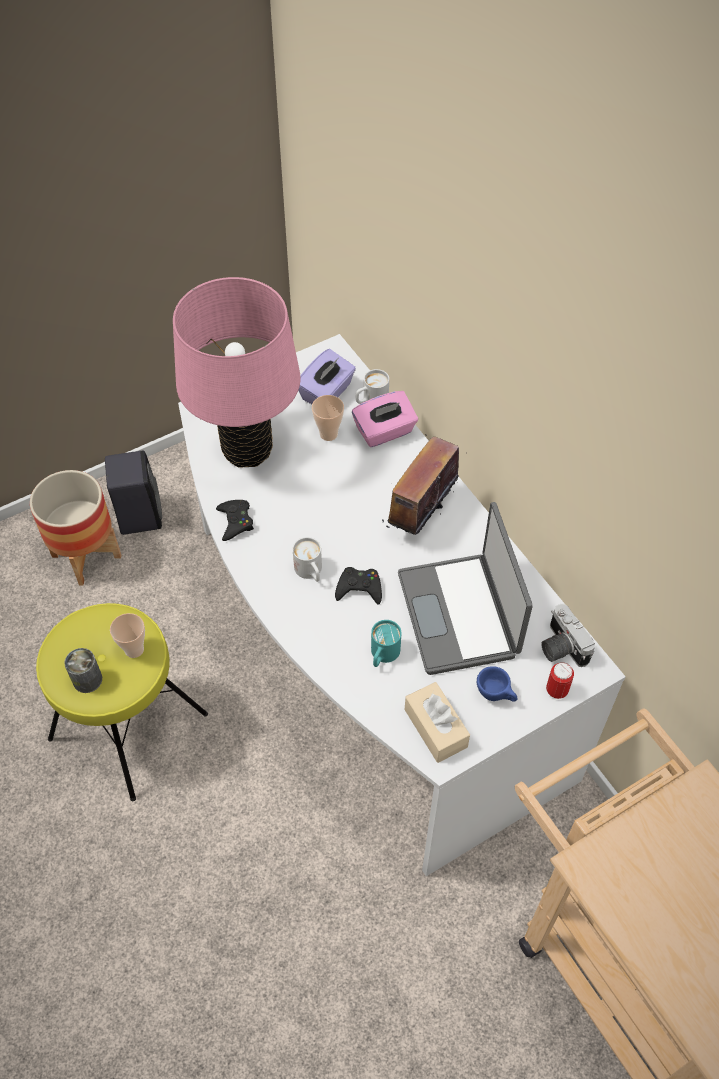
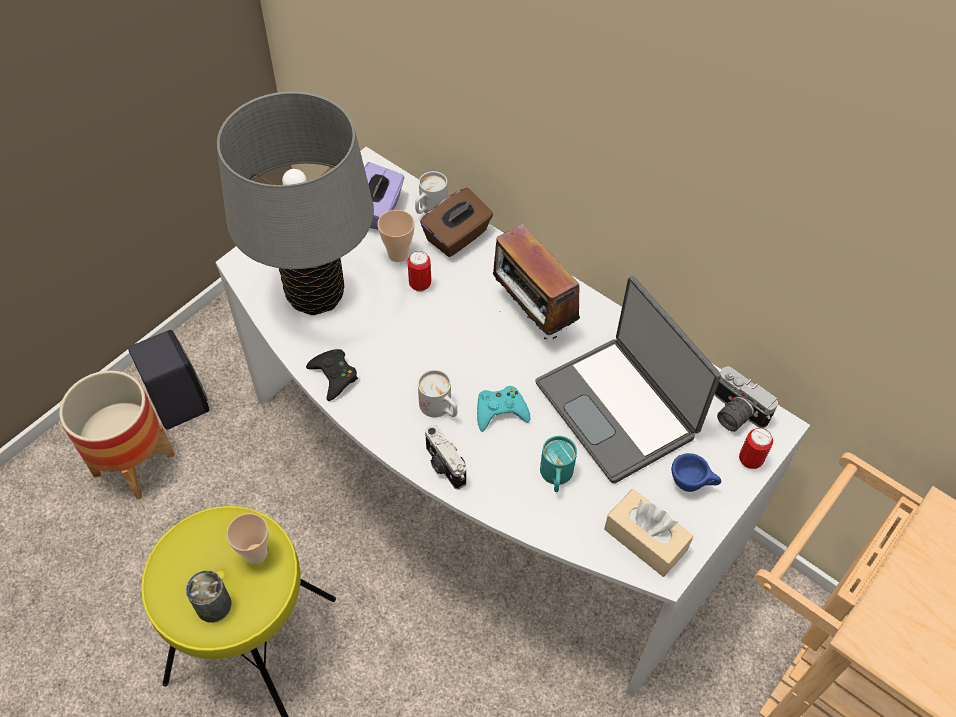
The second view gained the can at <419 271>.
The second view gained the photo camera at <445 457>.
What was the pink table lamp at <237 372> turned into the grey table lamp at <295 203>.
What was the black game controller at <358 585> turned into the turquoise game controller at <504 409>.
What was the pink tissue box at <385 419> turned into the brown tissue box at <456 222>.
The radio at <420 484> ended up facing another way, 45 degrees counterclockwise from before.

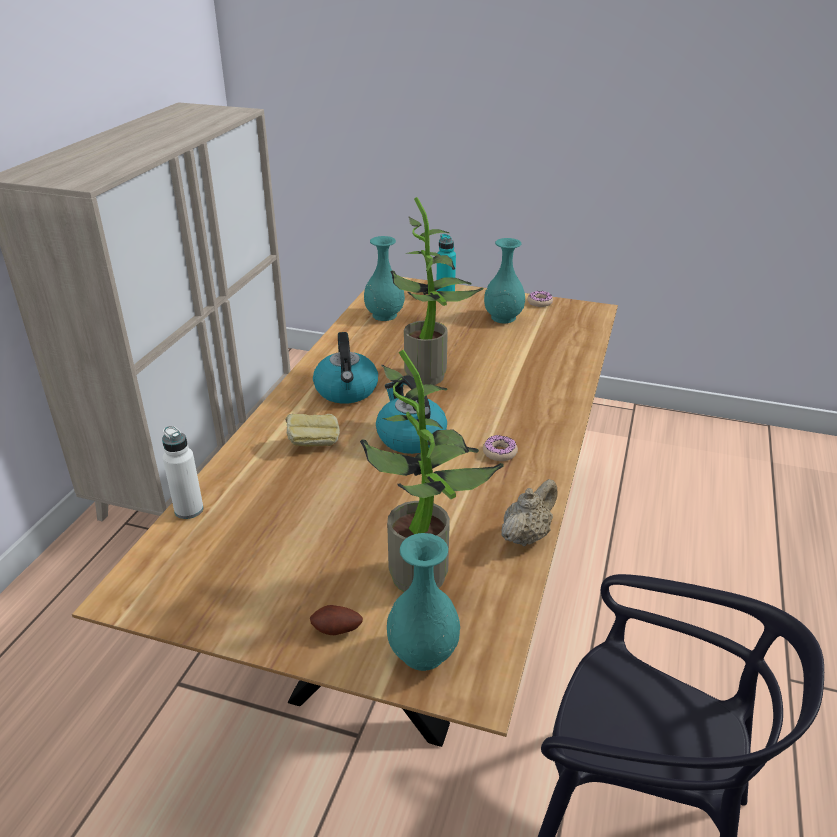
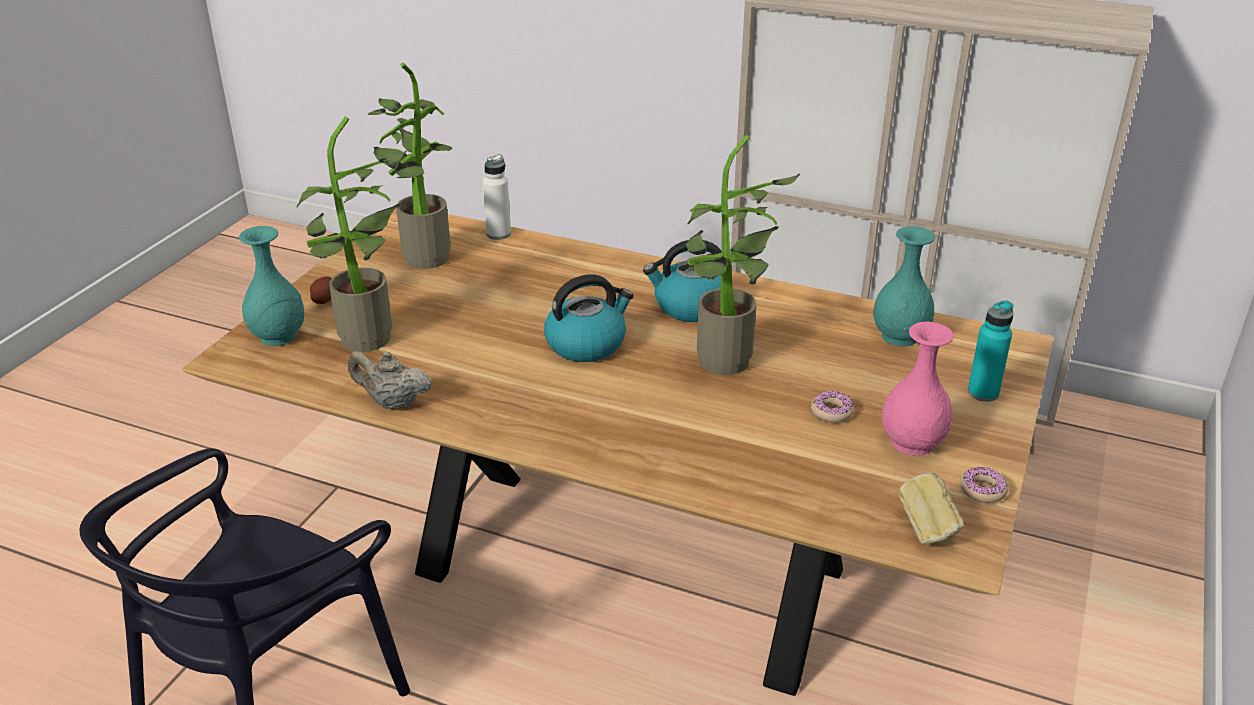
The second view gained the potted plant at <410 165>.
The bread ended up elsewhere, having gone from <312 430> to <931 508>.
The donut ended up elsewhere, having gone from <500 448> to <832 406>.
What was the turquoise vase at <504 280> turned into the pink vase at <918 389>.
The beige teapot at <529 512> ended up facing another way, 150 degrees clockwise from before.

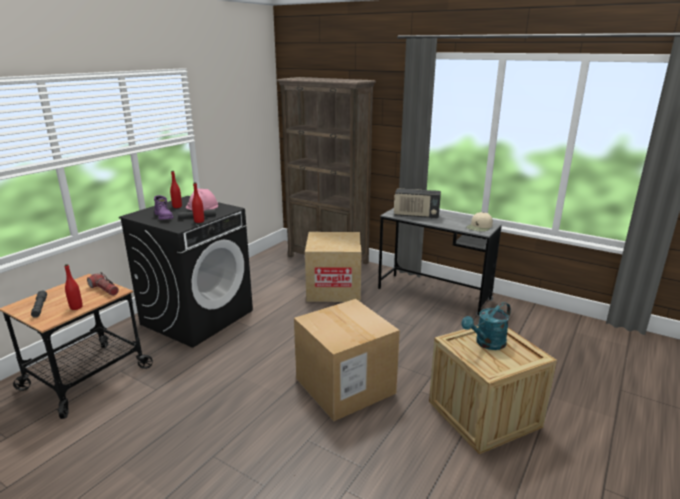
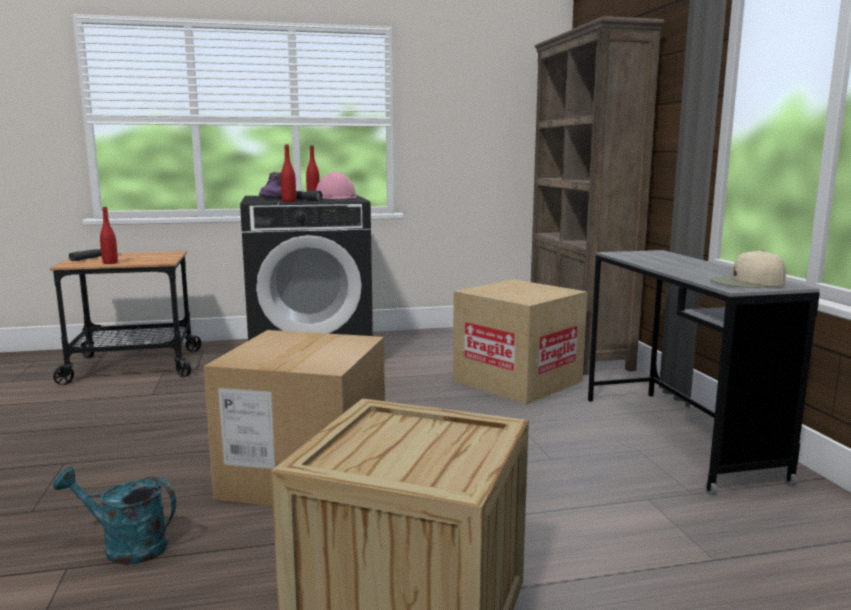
The second view lost the flashlight at <103 284>.
The second view lost the radio at <417 203>.
The turquoise watering can ended up elsewhere, having gone from <486 326> to <114 516>.

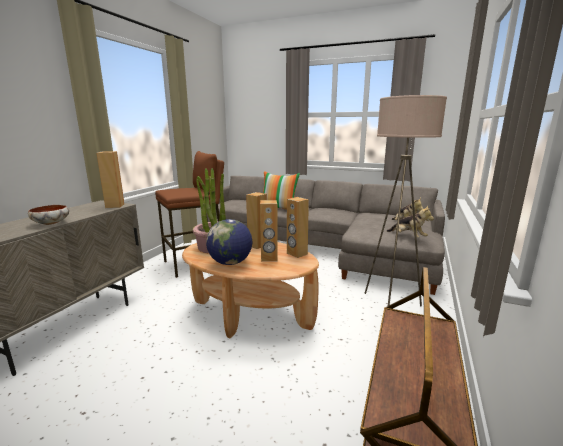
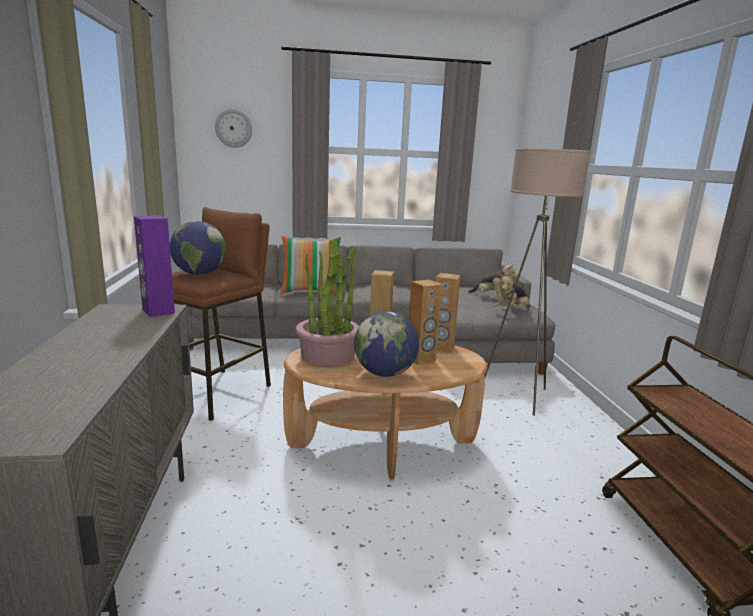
The second view lost the bowl at <48 215>.
The second view gained the globe at <198 248>.
The second view gained the wall clock at <233 128>.
What was the brown speaker at <110 179> turned into the purple speaker at <154 266>.
The plush toy at <410 221> ended up facing another way, 120 degrees clockwise from before.

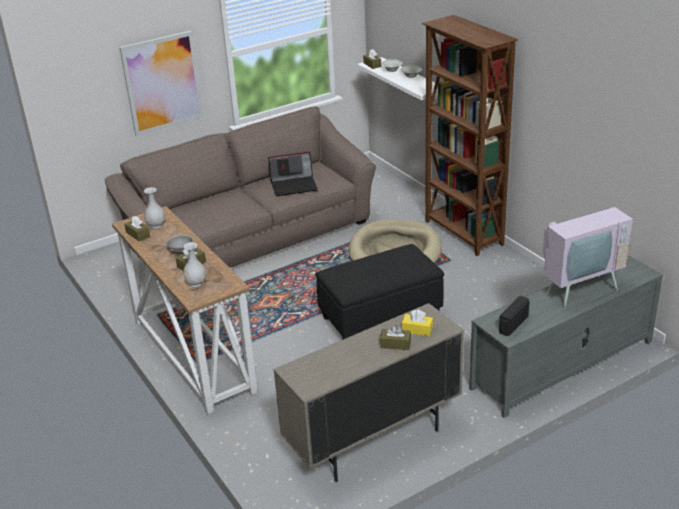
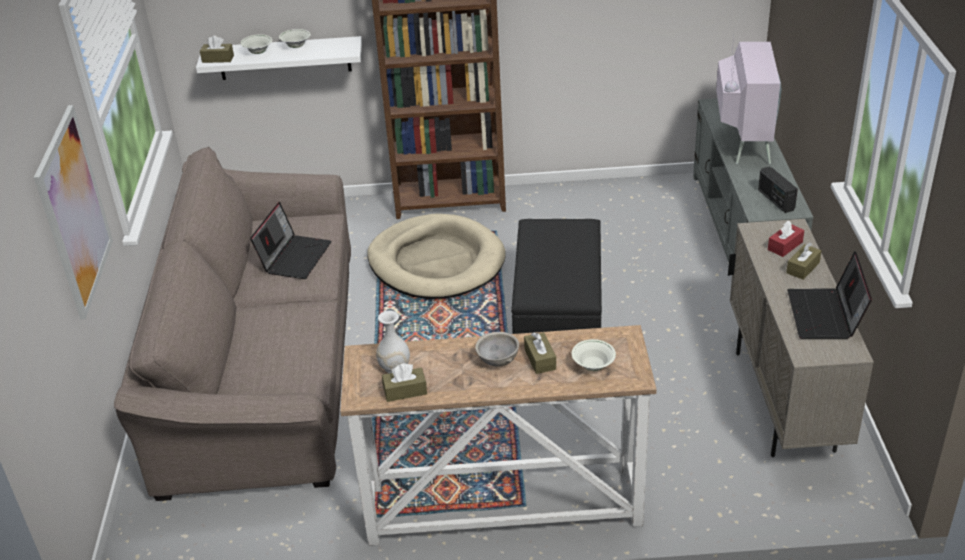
The second view gained the laptop at <829 295>.
Where the white vase stood at <194 264>, the white bowl came to stand at <594 355>.
What was the yellow tissue box at <417 322> turned into the red tissue box at <786 239>.

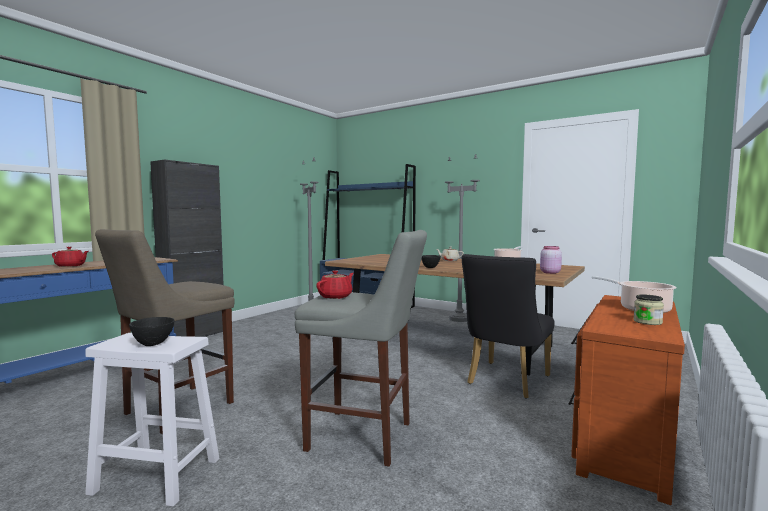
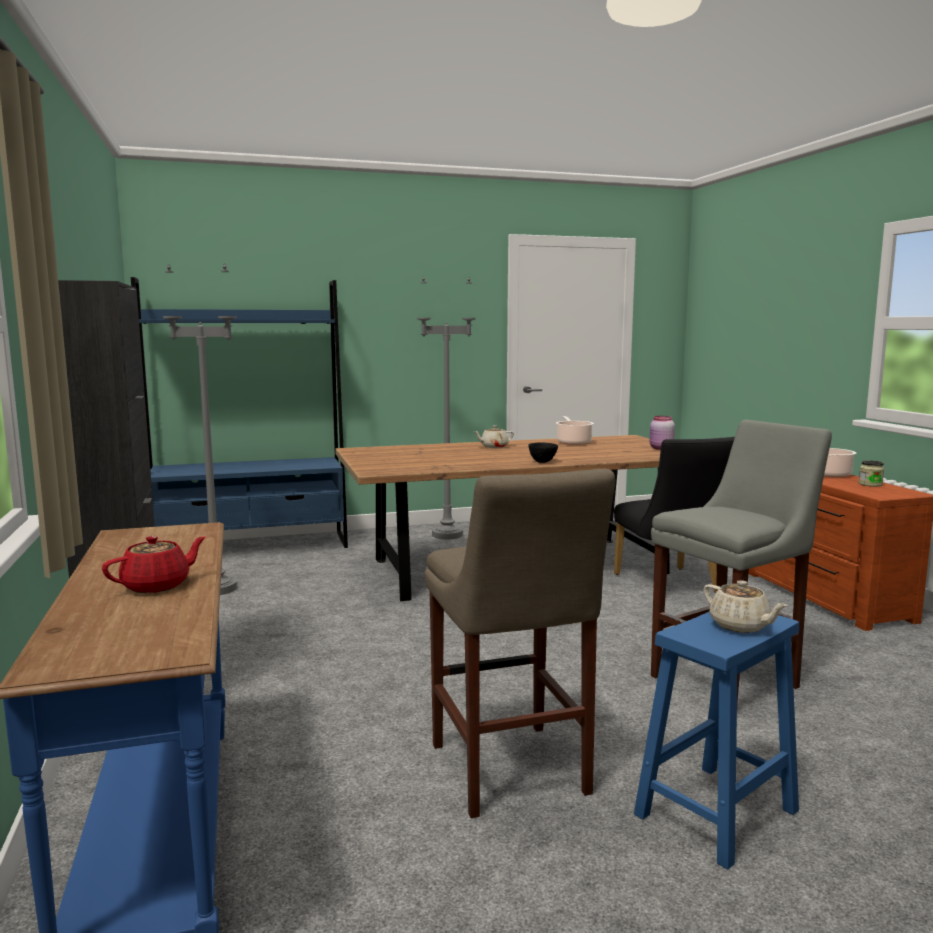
The second view lost the red teapot at <335 284>.
Where the black bowl stood at <151 331>, the beige teapot came to stand at <745 606>.
What was the white stool at <152 420> turned into the blue stool at <716 741>.

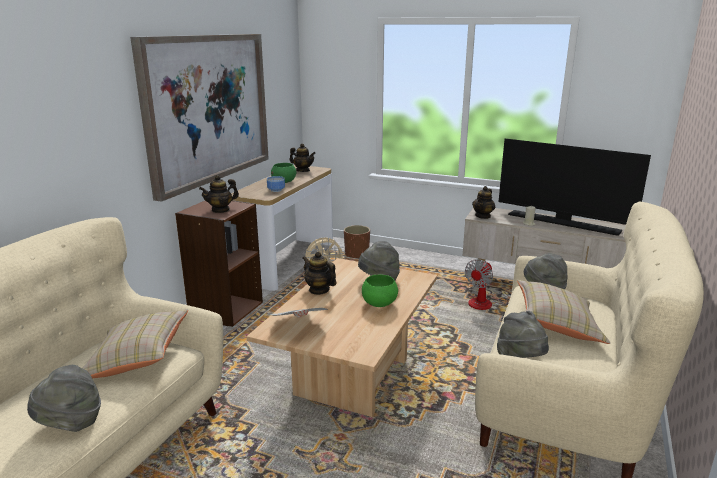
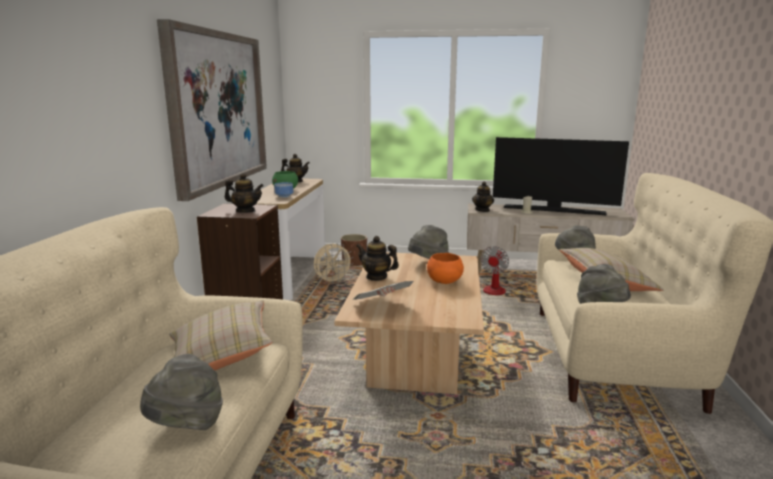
What was the green bowl at <380 291> turned into the orange bowl at <445 268>.
The teapot at <219 194> ended up facing another way, 120 degrees counterclockwise from before.

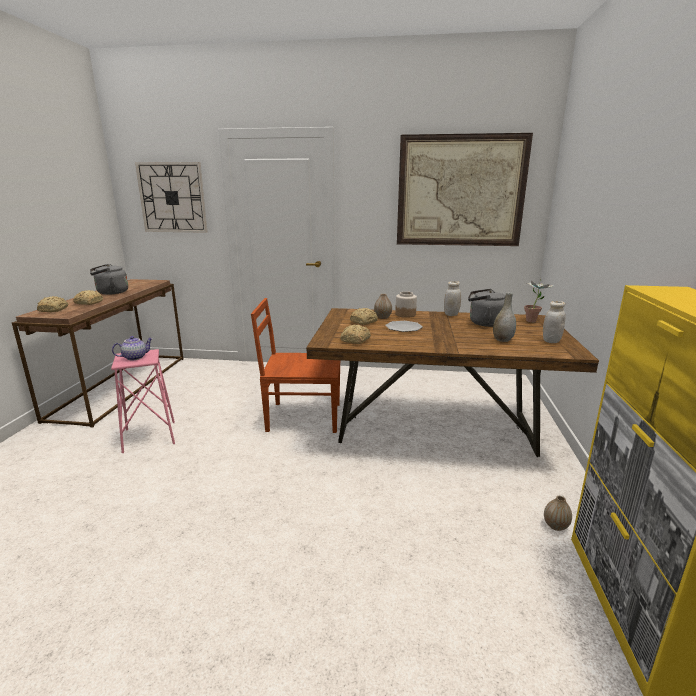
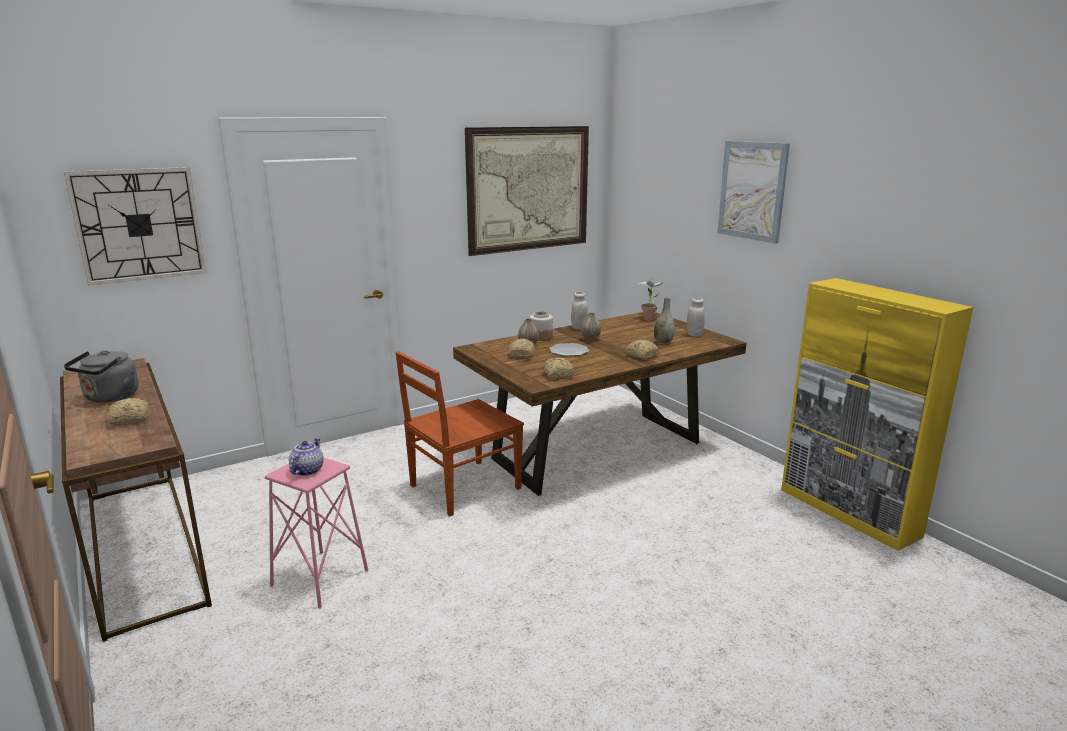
The second view lost the grey kettle at <487 308>.
The second view gained the picture at <753 192>.
The bread ended up elsewhere, having gone from <52 304> to <642 349>.
The vase ended up elsewhere, having gone from <558 513> to <591 327>.

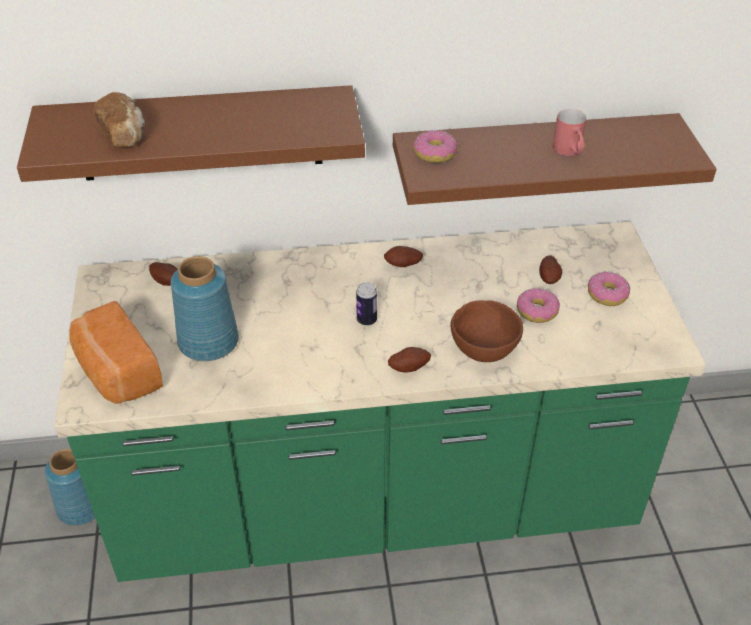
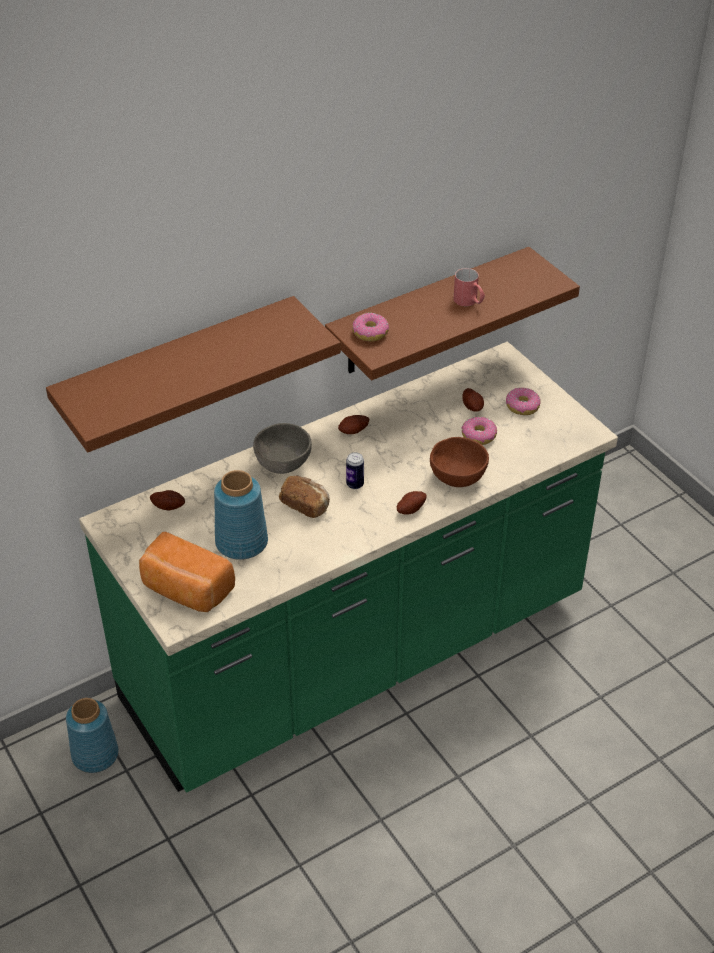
The second view gained the grey bowl at <282 448>.
The bread ended up elsewhere, having gone from <119 119> to <304 497>.

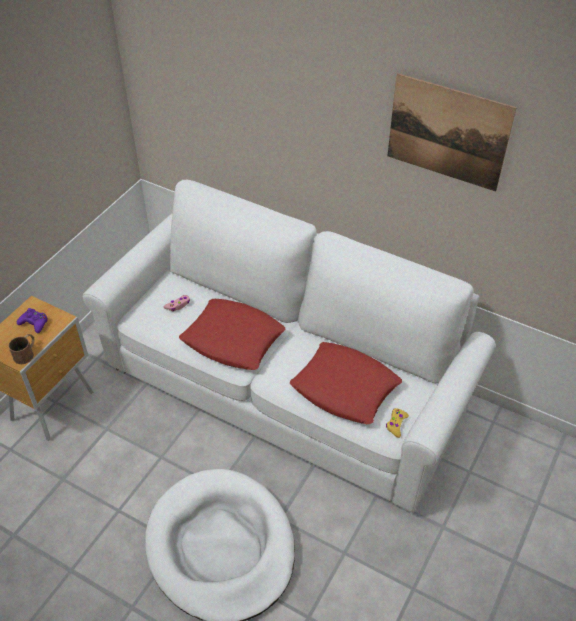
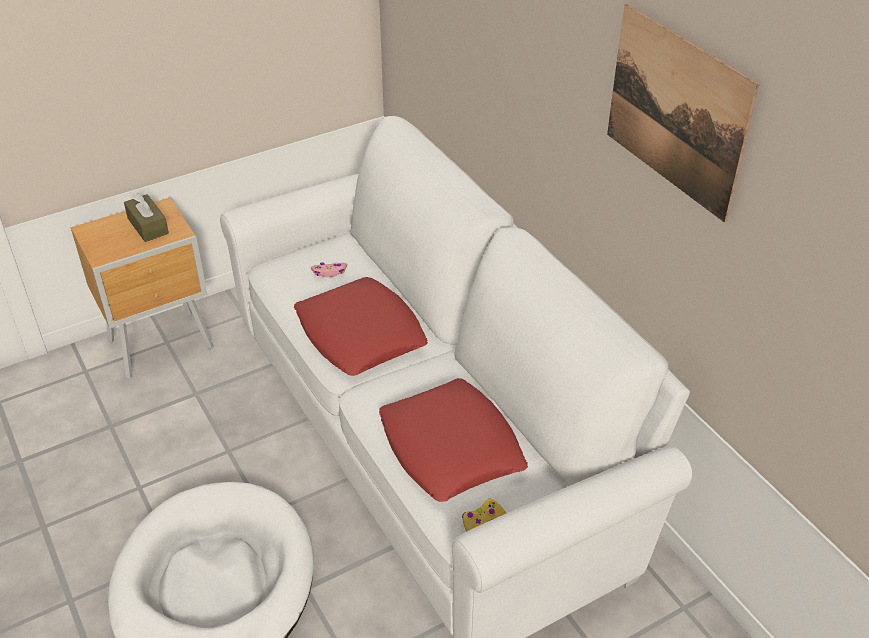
The second view lost the brown mug at <21 349>.
Where the purple game controller stood at <32 320>, the brown tissue box came to stand at <146 217>.

